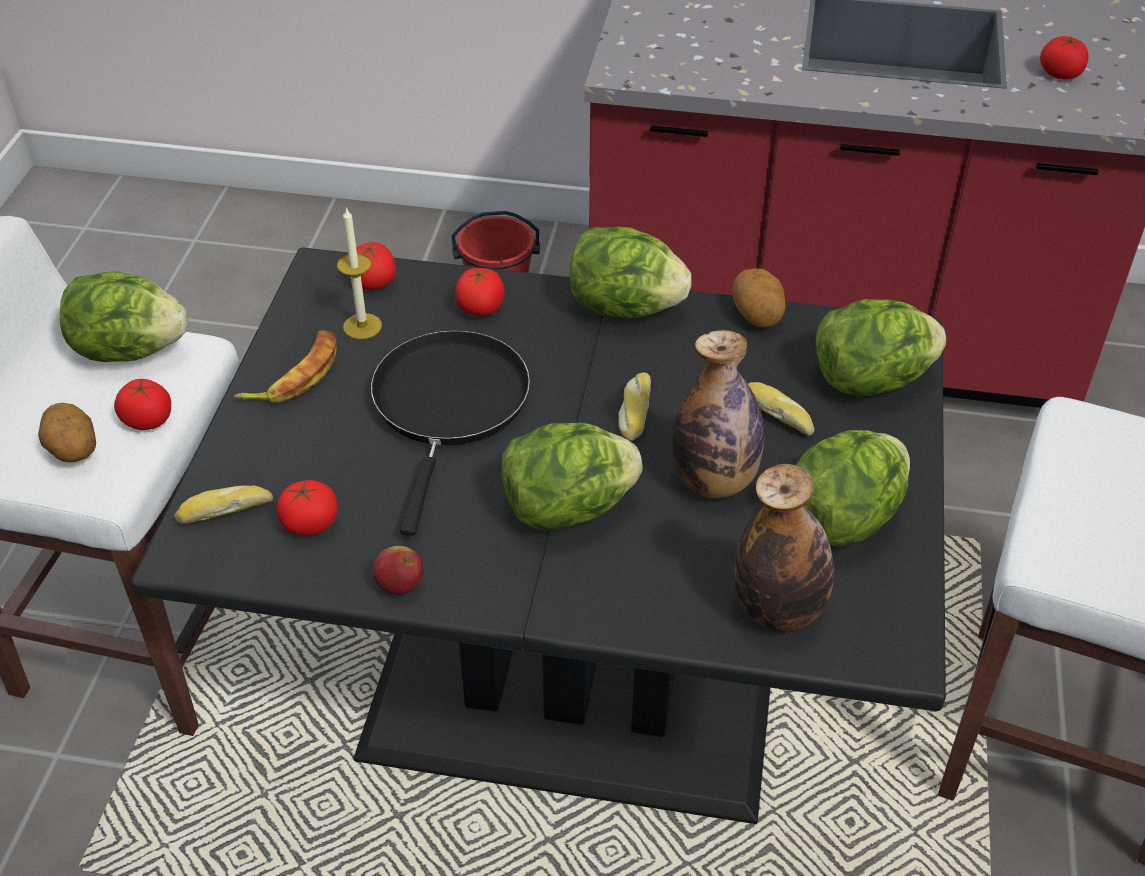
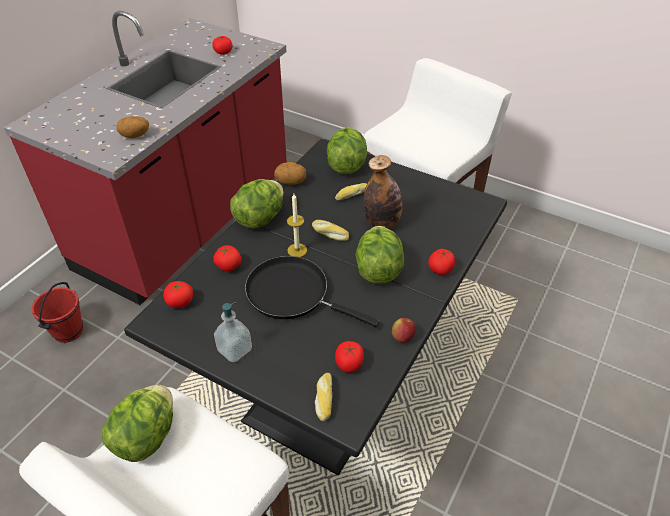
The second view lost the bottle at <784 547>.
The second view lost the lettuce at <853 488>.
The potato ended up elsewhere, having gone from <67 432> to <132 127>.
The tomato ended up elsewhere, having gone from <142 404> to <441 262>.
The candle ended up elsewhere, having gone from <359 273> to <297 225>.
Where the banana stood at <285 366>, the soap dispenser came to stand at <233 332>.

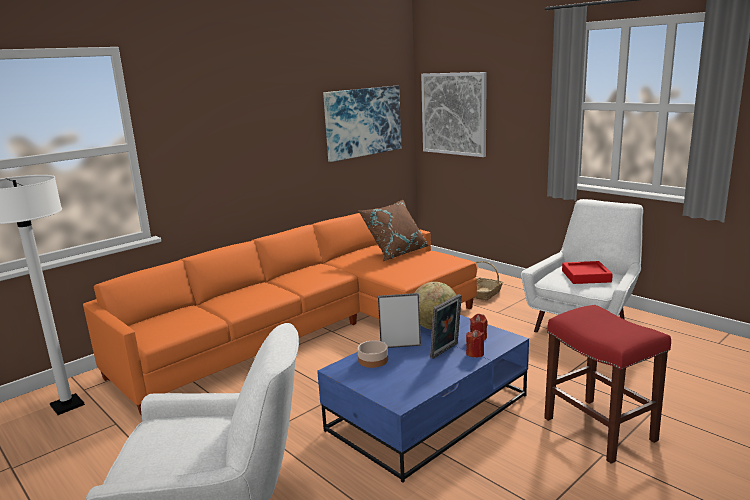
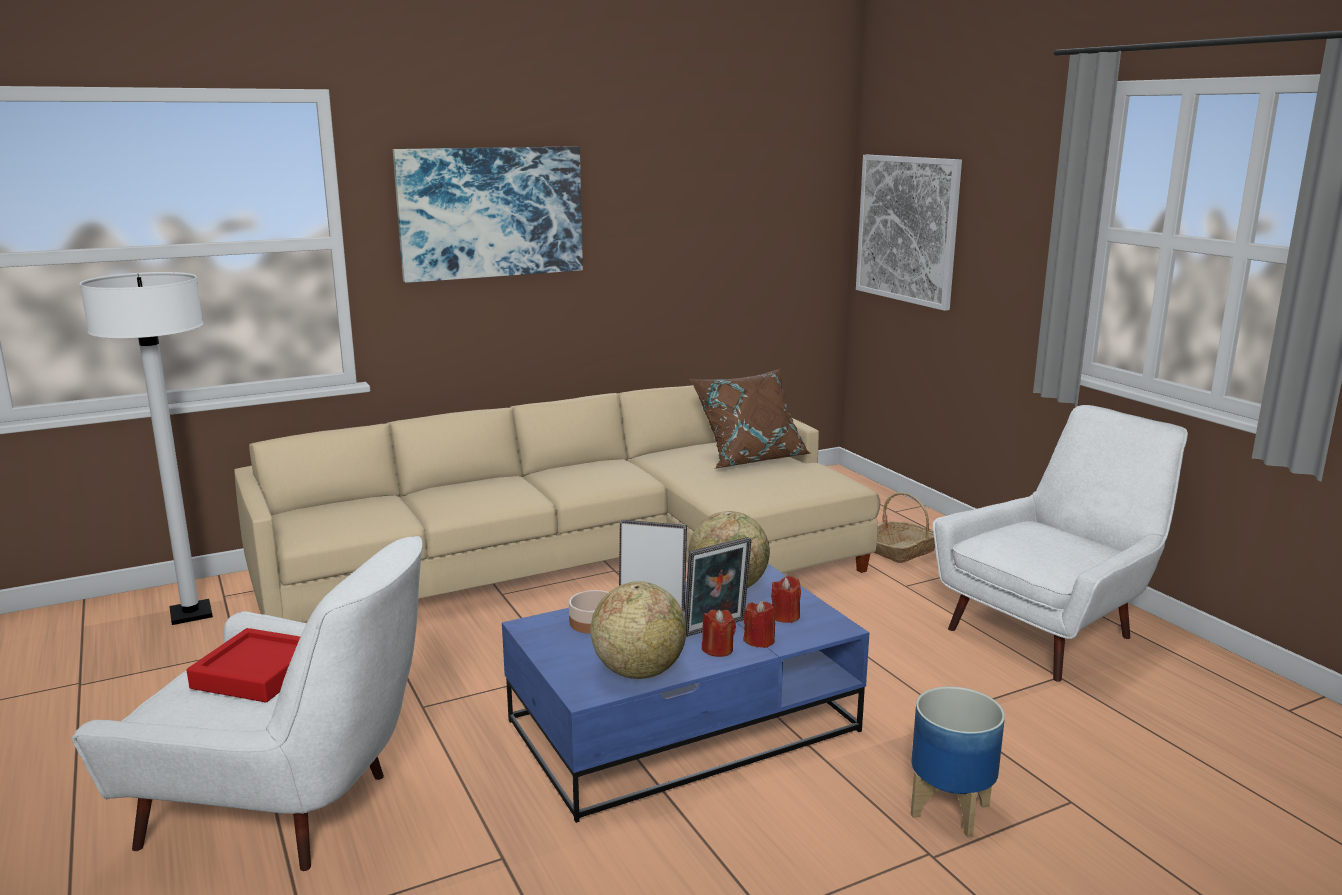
The second view gained the globe at <638 630>.
The second view gained the red candle at <719 633>.
The picture ended up elsewhere, having gone from <362 124> to <488 214>.
The red tray ended up elsewhere, having gone from <587 272> to <244 665>.
Where the red stool stood at <607 384>, the planter came to stand at <958 762>.
What was the orange sofa at <280 312> turned into the beige sofa at <557 504>.

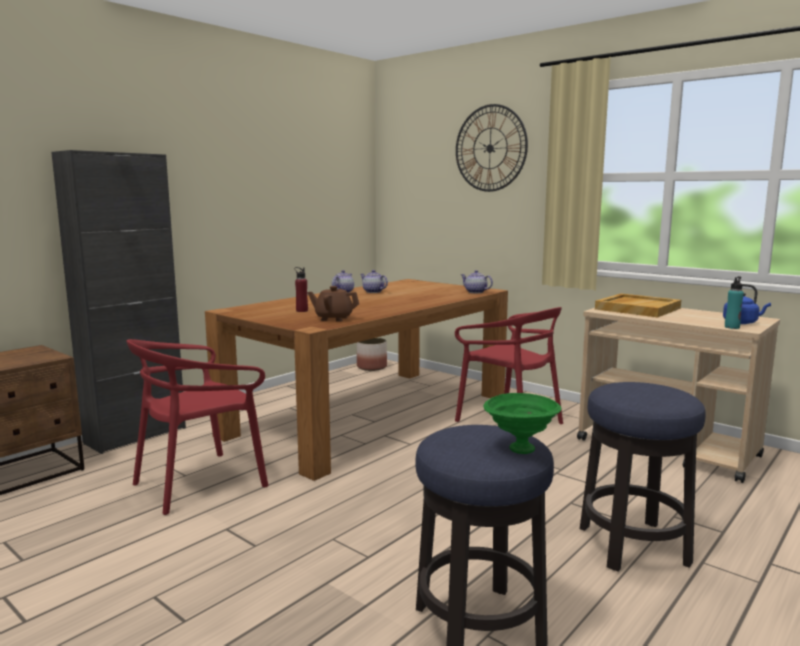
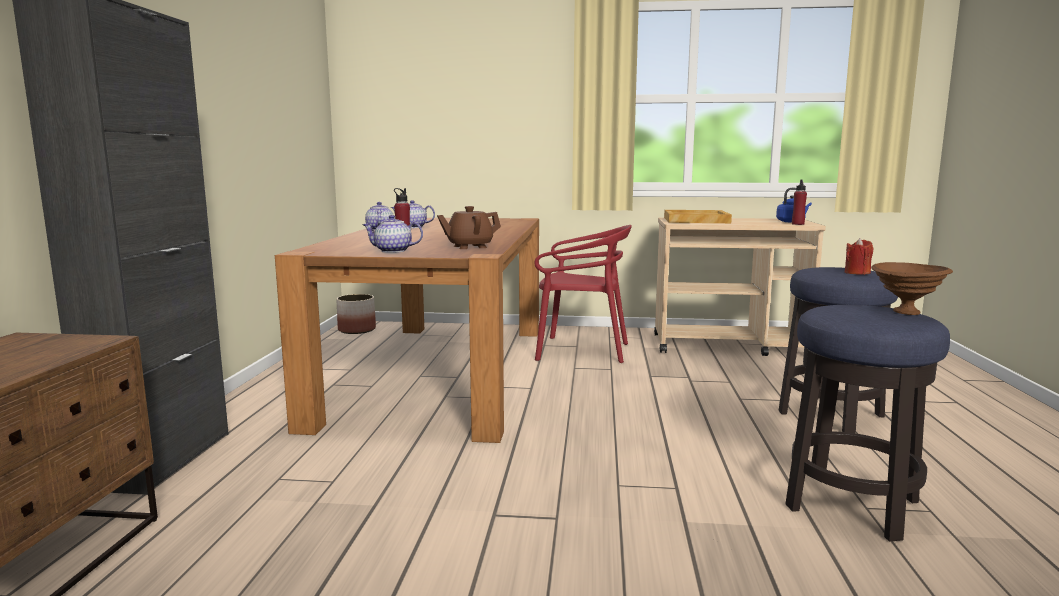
The second view lost the red chair at <197 427>.
The second view lost the wall clock at <492 148>.
The second view gained the red candle at <859 256>.
The teapot ended up elsewhere, having gone from <477 281> to <392 234>.
What was the green bowl at <522 423> turned into the brown bowl at <912 288>.
What was the turquoise bottle at <734 302> turned into the red bottle at <799 202>.

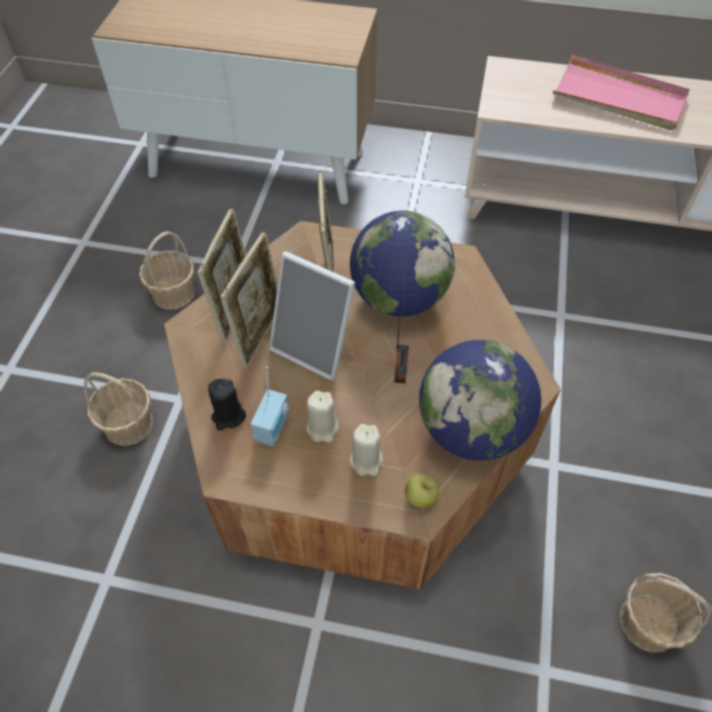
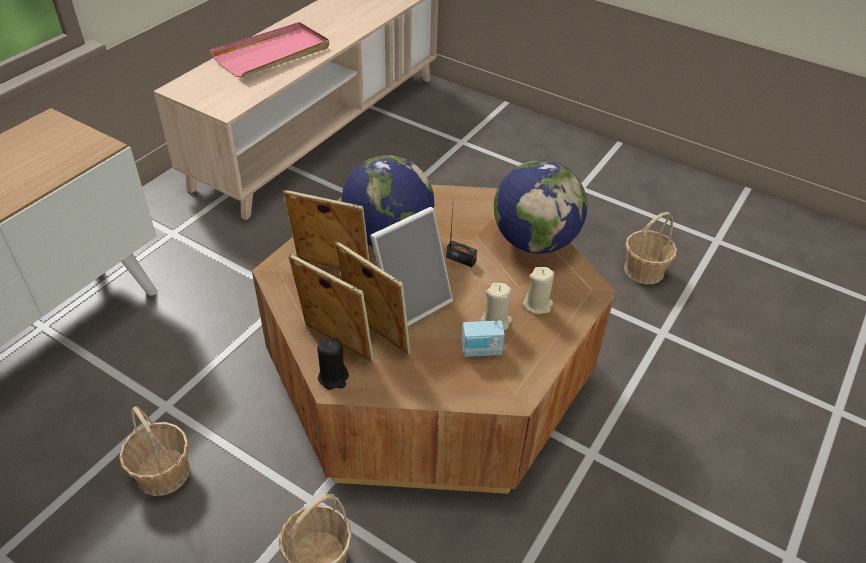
The second view lost the apple at <422 490>.
The black candle ended up elsewhere, having gone from <227 405> to <333 364>.
The radio at <270 406> ended up facing another way, 135 degrees clockwise from before.

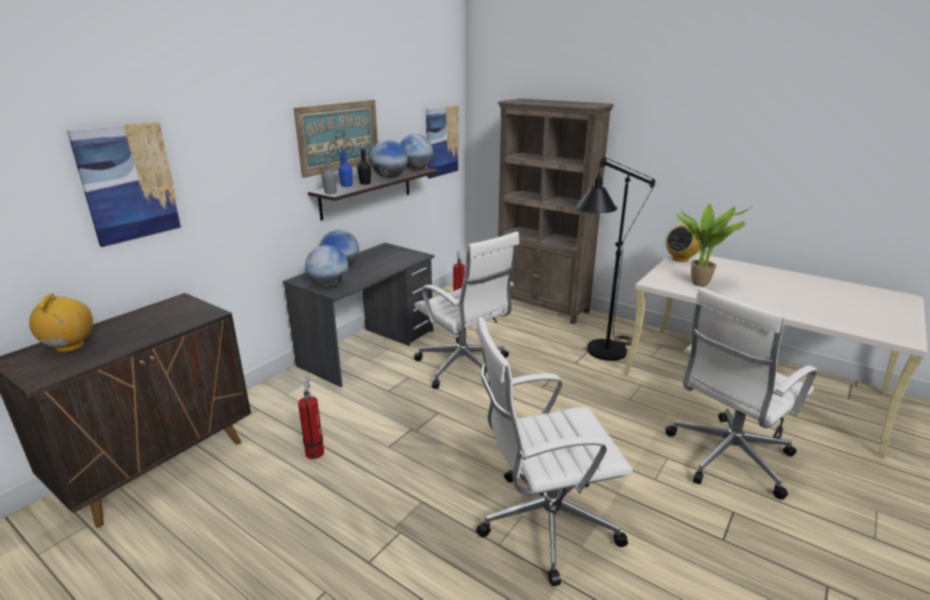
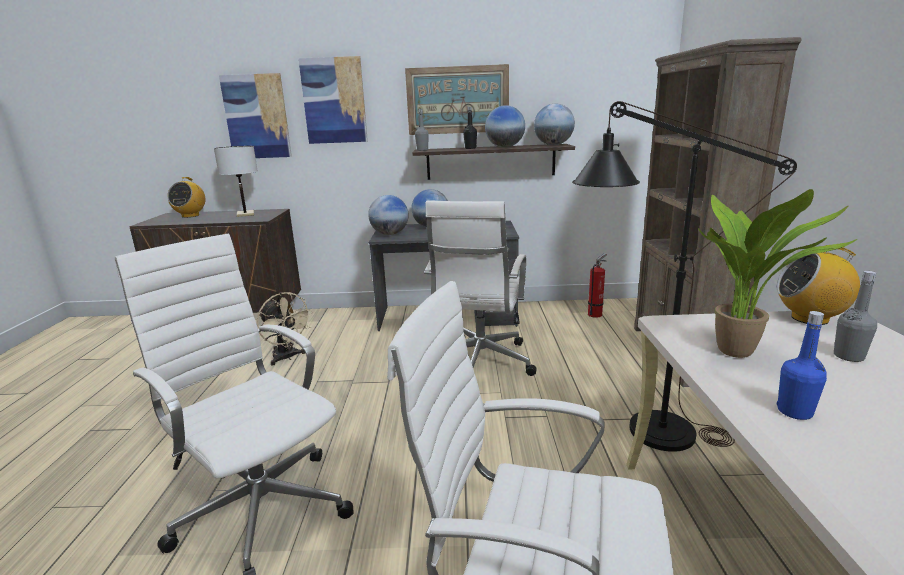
The second view gained the white table lamp at <236 181>.
The second view gained the grey bottle at <855 316>.
The blue bottle ended up elsewhere, having gone from <345 166> to <802 365>.
The picture ended up elsewhere, having gone from <442 142> to <333 100>.
Where the fire extinguisher stood at <311 417>, the beige fan came to stand at <285 329>.
The radio at <61 323> ended up facing another way, 135 degrees clockwise from before.

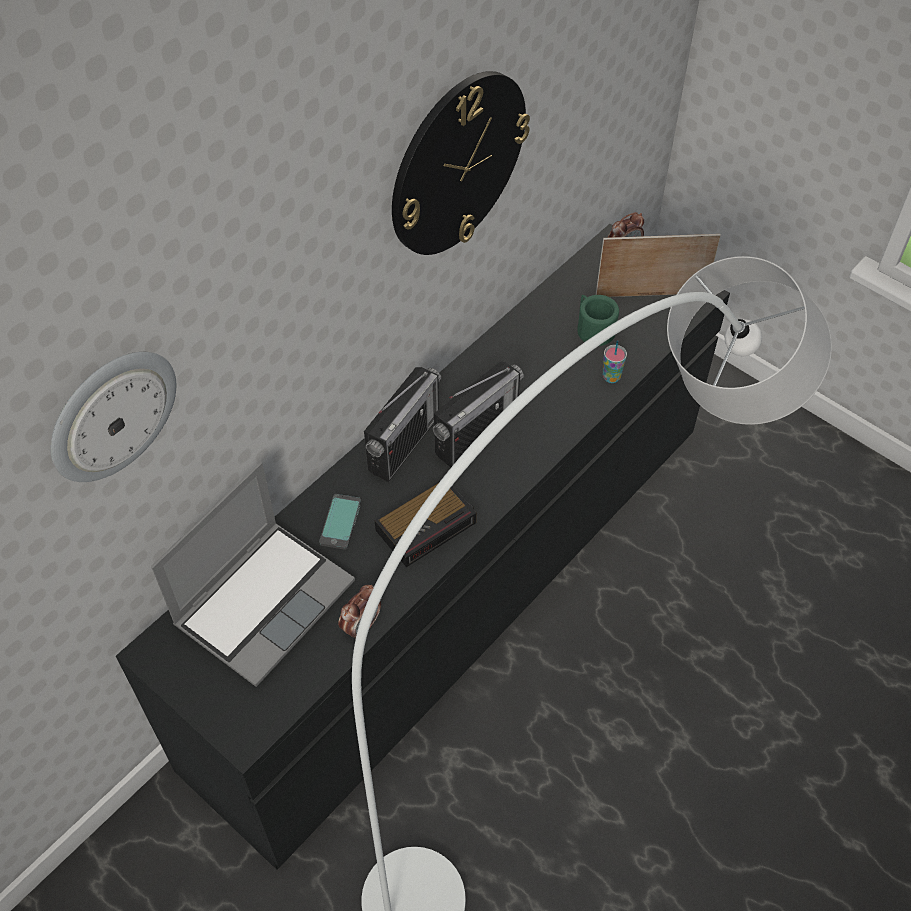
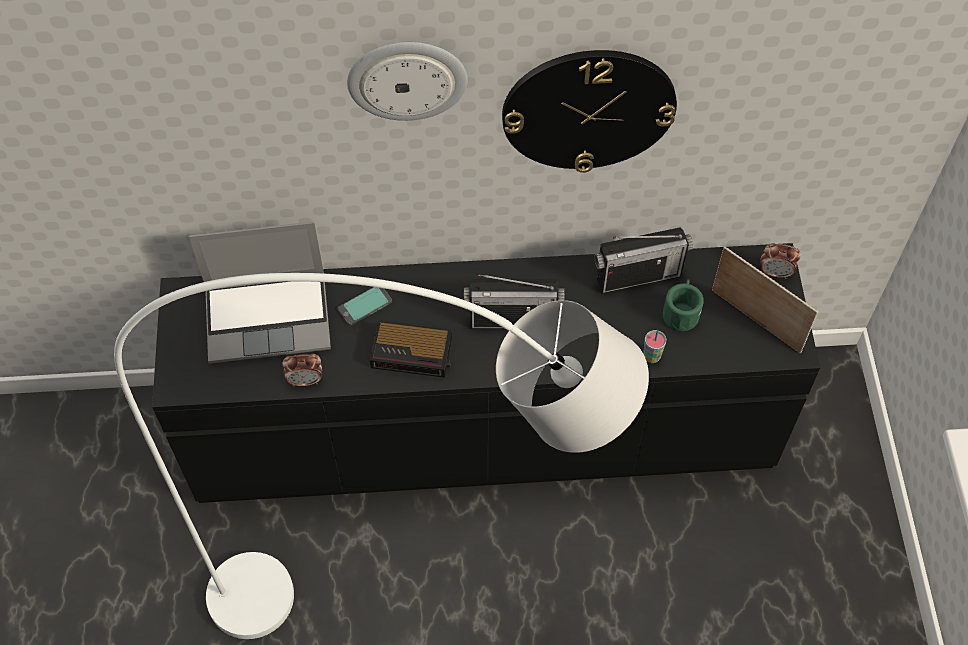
The wall clock ended up elsewhere, having gone from <113 417> to <407 81>.
The radio ended up elsewhere, having gone from <402 424> to <643 260>.

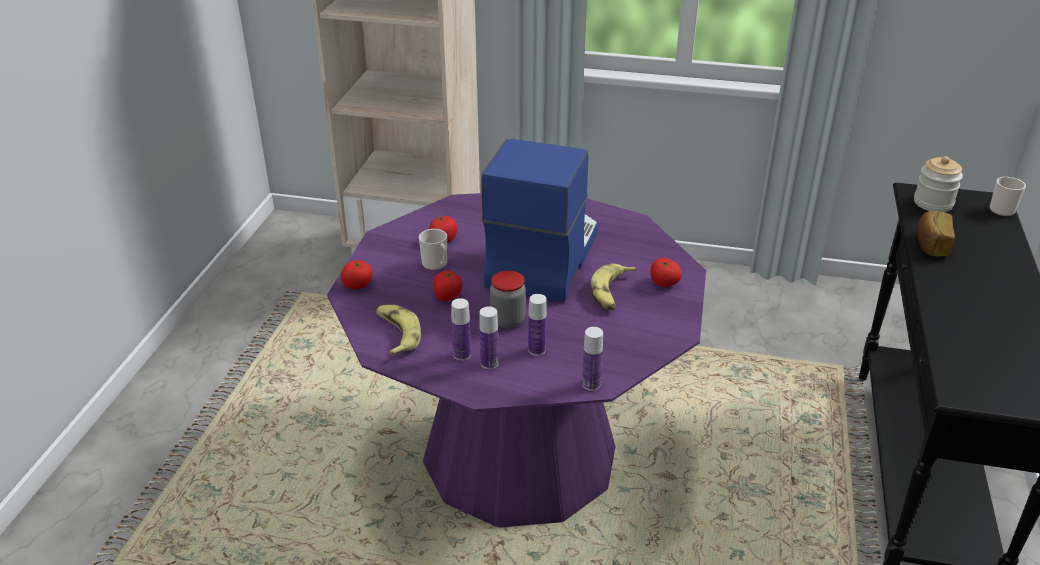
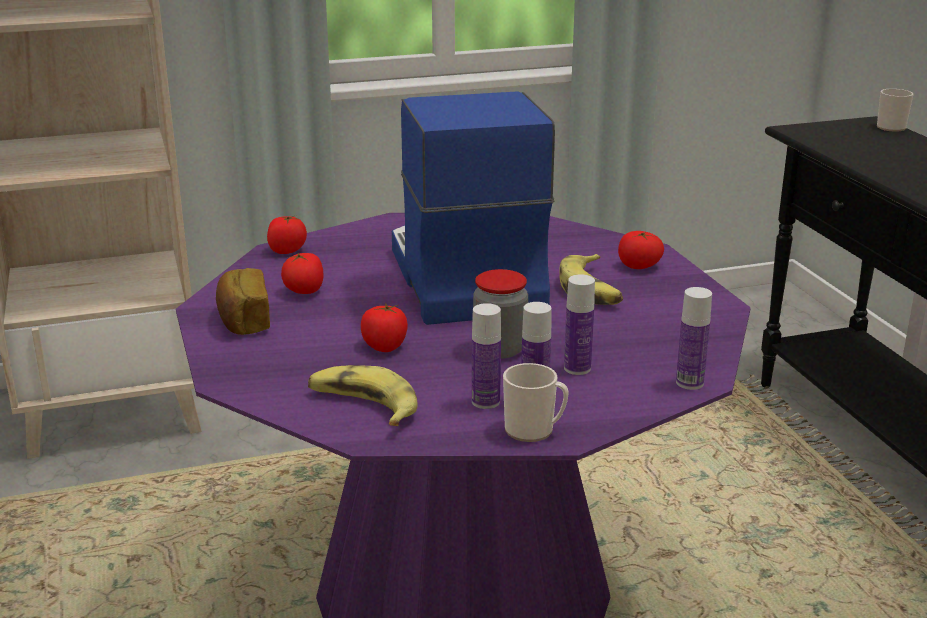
The second view lost the jar at <938 184>.
The tomato ended up elsewhere, having gone from <357 275> to <287 234>.
The mug ended up elsewhere, having gone from <433 249> to <536 402>.
The bread ended up elsewhere, having gone from <936 234> to <243 301>.

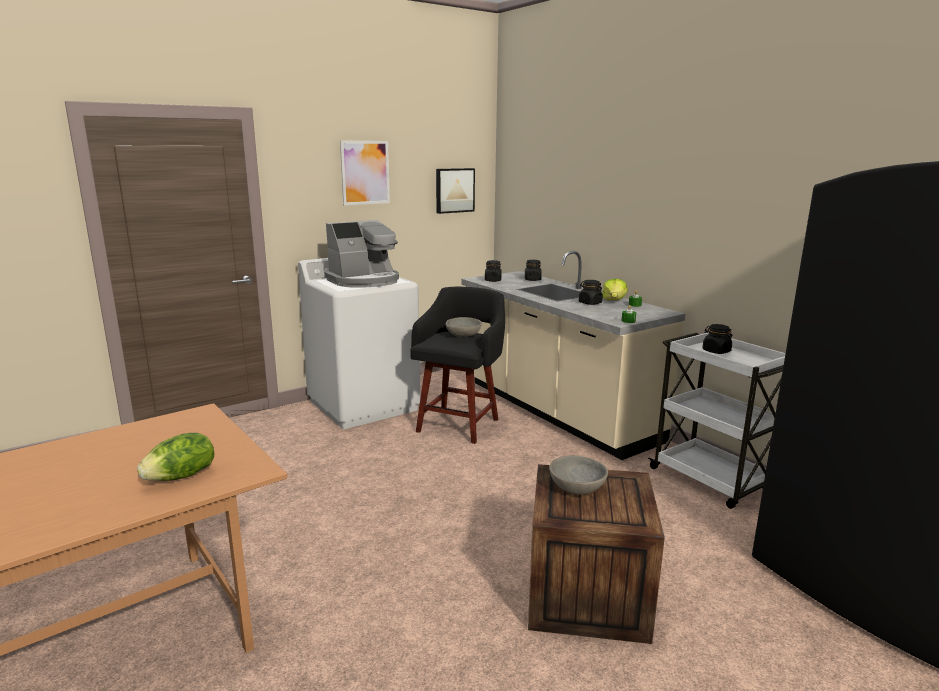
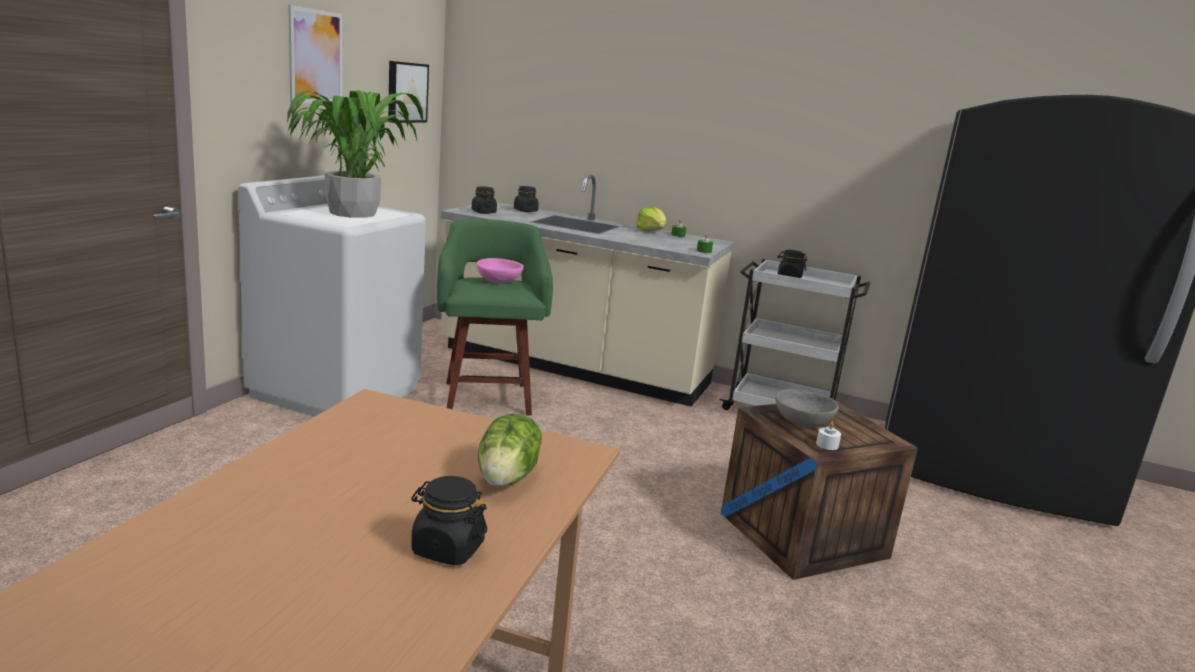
The second view gained the white candle at <828 435>.
The black jar ended up elsewhere, having gone from <591 292> to <449 520>.
Where the coffee machine stood at <361 254>, the potted plant came to stand at <355 154>.
What was the black stool at <457 365> turned into the green stool at <495 317>.
What was the grey bowl at <464 327> turned into the pink bowl at <500 270>.

